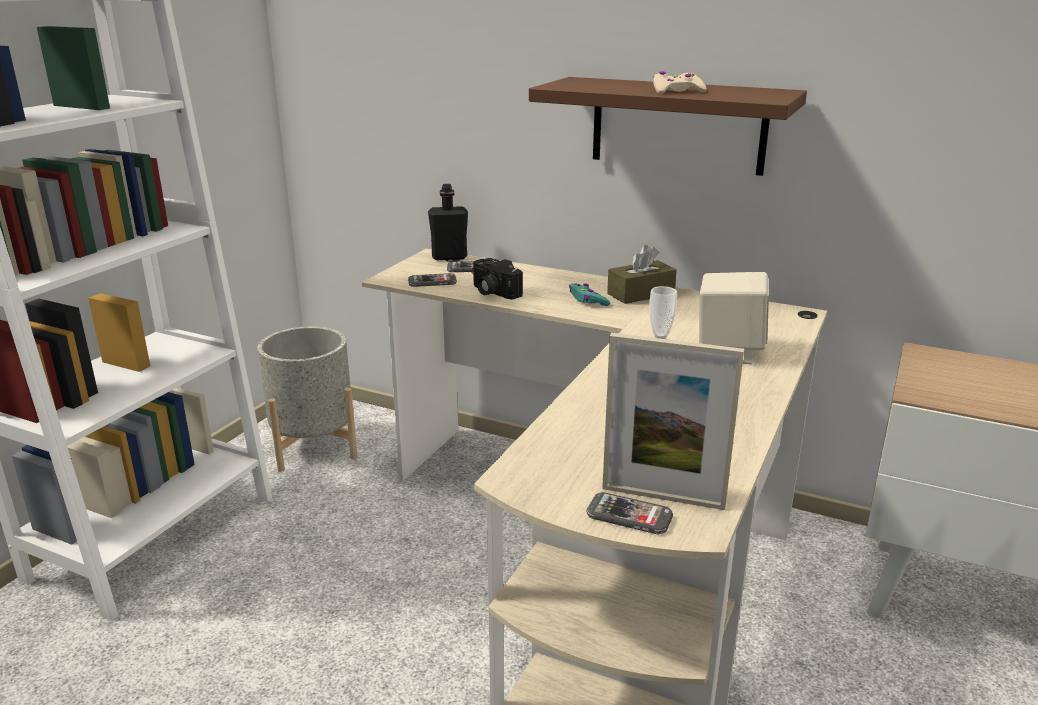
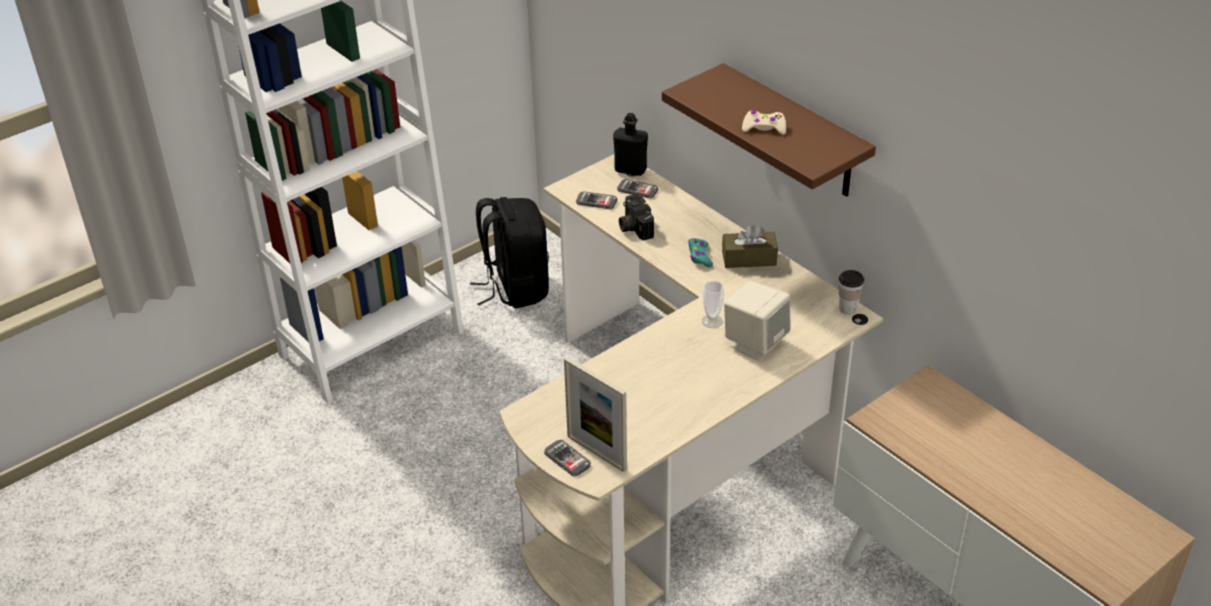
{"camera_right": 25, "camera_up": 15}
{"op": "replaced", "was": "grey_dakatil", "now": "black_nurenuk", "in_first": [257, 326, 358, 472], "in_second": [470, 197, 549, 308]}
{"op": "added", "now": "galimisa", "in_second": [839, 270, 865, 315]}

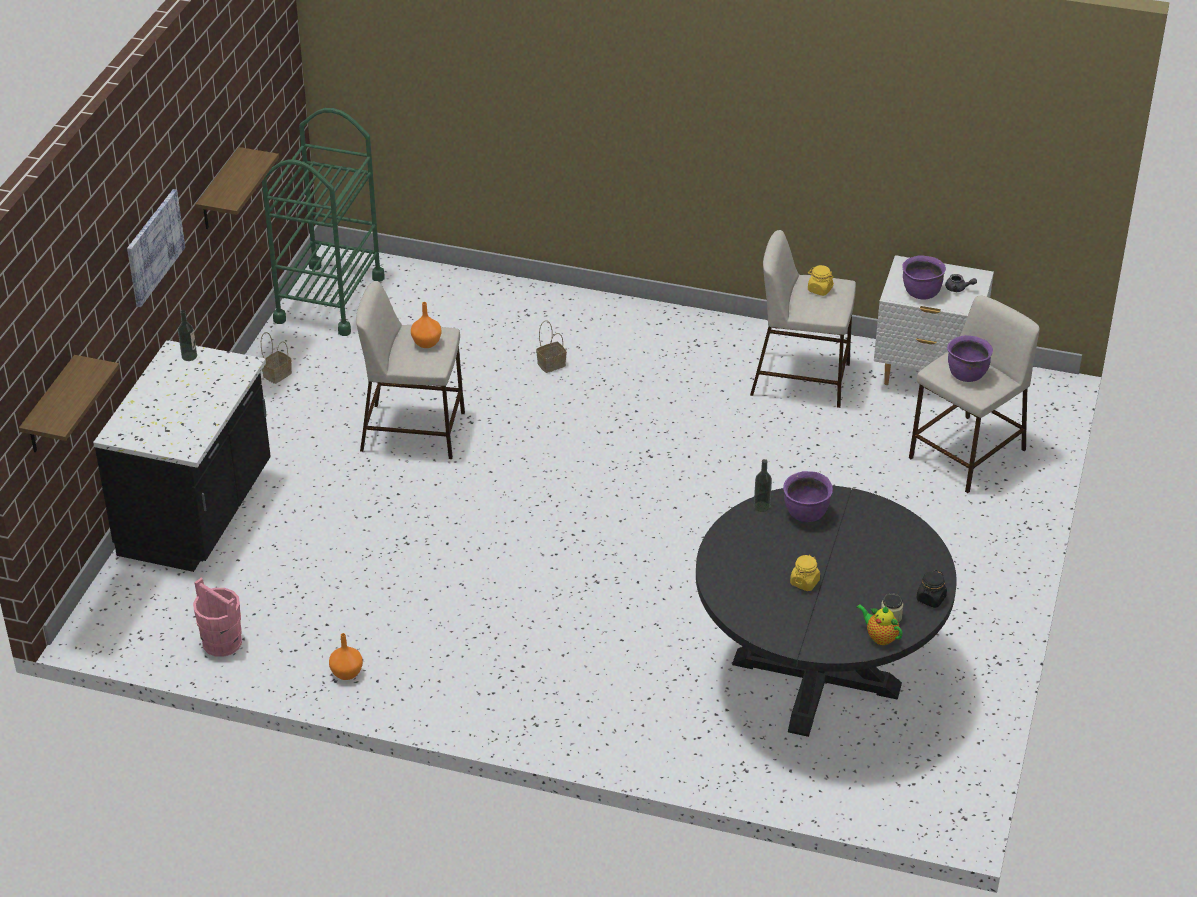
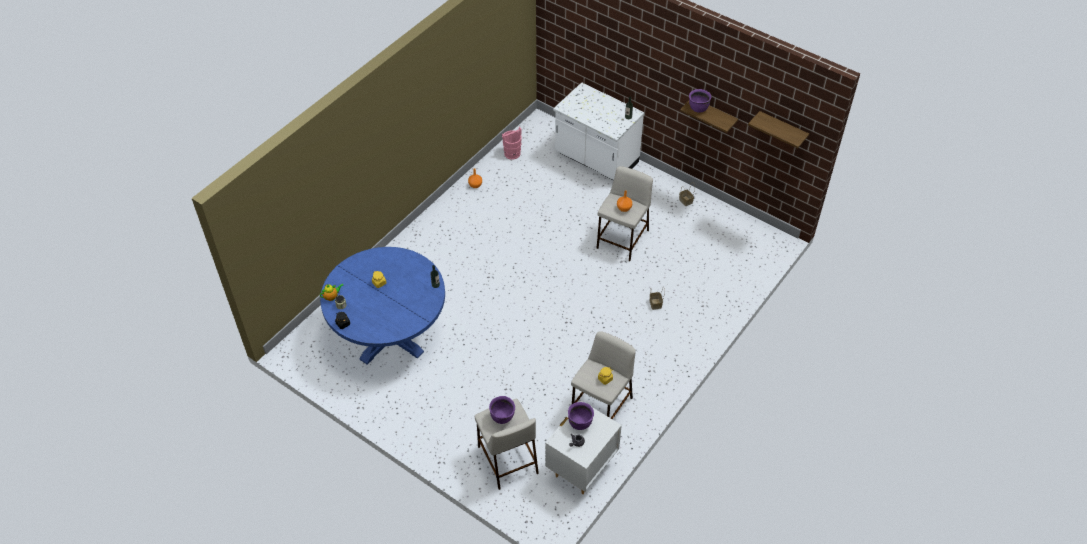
{"camera_right": 110, "camera_up": 10}
{"op": "removed", "was": "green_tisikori", "in_first": [262, 108, 385, 336]}
{"op": "removed", "was": "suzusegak", "in_first": [127, 189, 185, 307]}
{"op": "recoloured", "was": "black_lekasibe", "now": "white_lekasibe", "in_first": [93, 340, 271, 572], "in_second": [553, 82, 645, 180]}
{"op": "moved", "was": "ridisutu", "in_first": [19, 355, 120, 452], "in_second": [748, 111, 809, 148]}
{"op": "moved", "was": "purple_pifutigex", "in_first": [783, 471, 833, 522], "in_second": [689, 89, 711, 113]}
{"op": "recoloured", "was": "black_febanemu", "now": "blue_febanemu", "in_first": [696, 486, 957, 737], "in_second": [320, 247, 445, 365]}

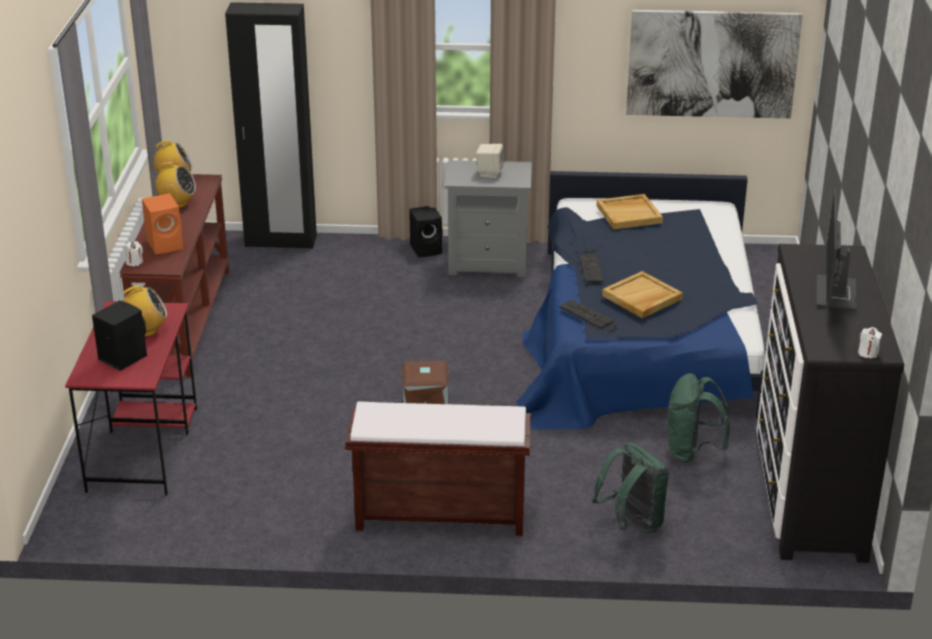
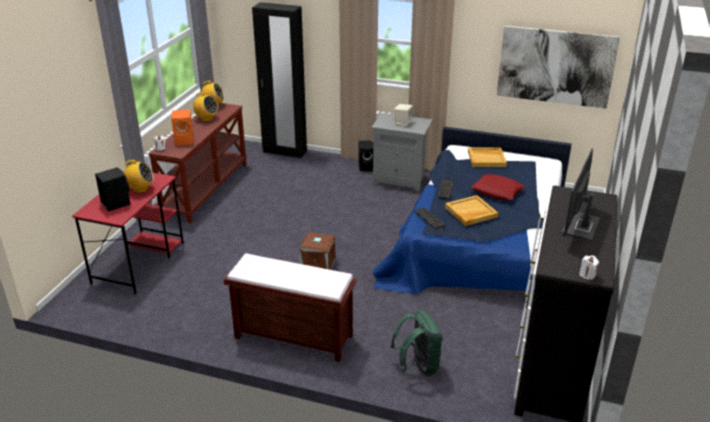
{"camera_right": 15, "camera_up": 0}
{"op": "removed", "was": "green_nurenuk", "in_first": [668, 373, 730, 463]}
{"op": "added", "now": "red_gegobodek", "in_second": [471, 174, 525, 200]}

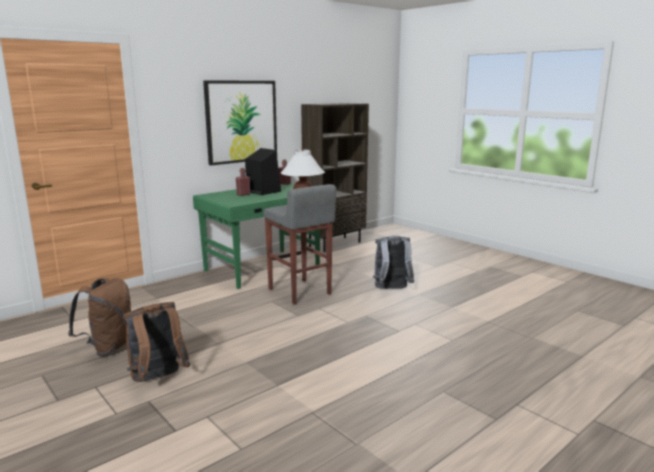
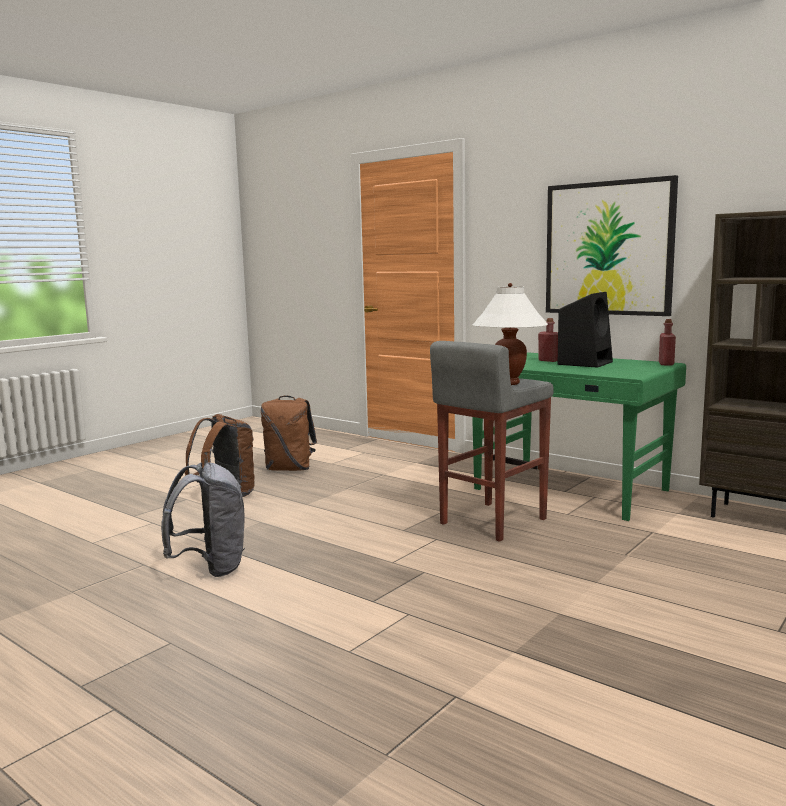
{"camera_right": 80, "camera_up": -5}
{"op": "moved", "was": "grey_nurenuk", "in_first": [373, 236, 414, 289], "in_second": [161, 462, 245, 577]}

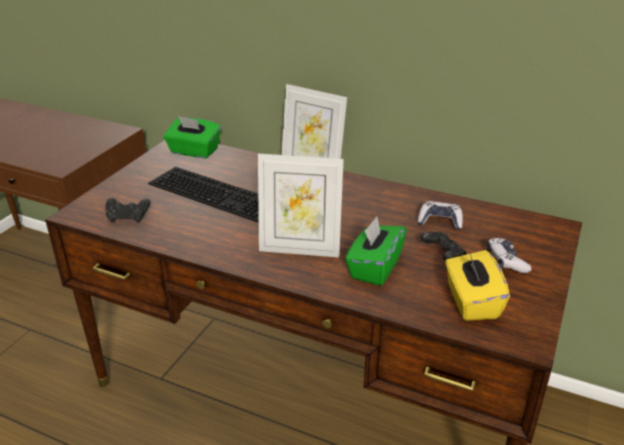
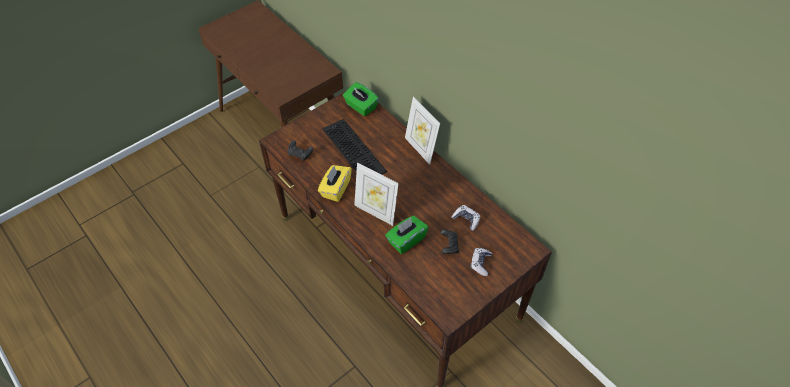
{"camera_right": 25, "camera_up": 20}
{"op": "moved", "was": "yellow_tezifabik", "in_first": [445, 248, 510, 321], "in_second": [318, 165, 352, 202]}

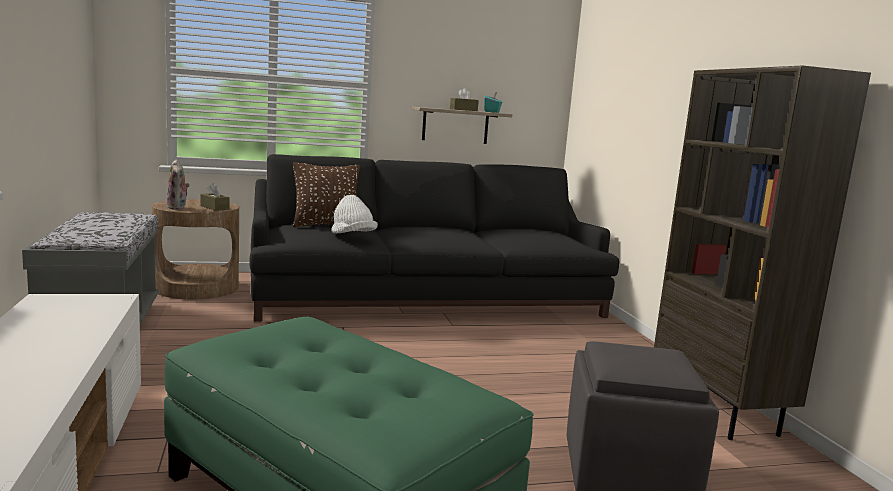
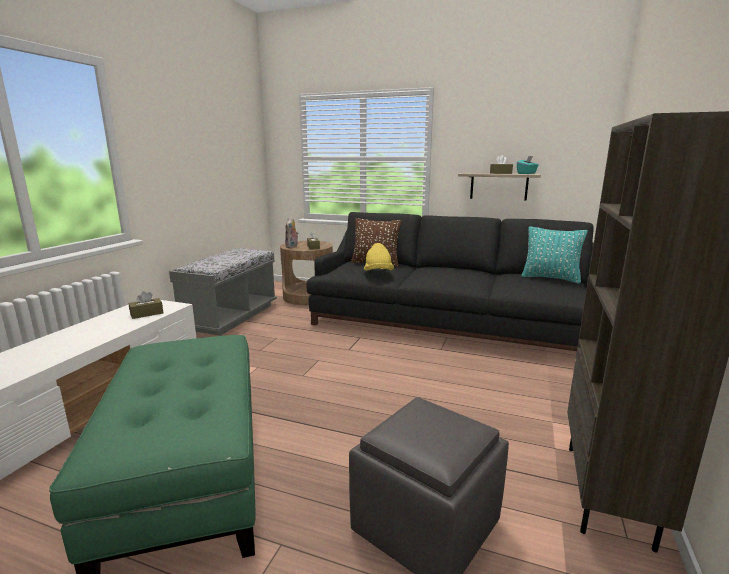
{"camera_right": 35, "camera_up": 5}
{"op": "recoloured", "was": "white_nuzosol", "now": "yellow_nuzosol", "in_first": [331, 195, 378, 233], "in_second": [364, 243, 394, 271]}
{"op": "added", "now": "turquoise_gegobodek", "in_second": [521, 226, 587, 283]}
{"op": "added", "now": "brown_tezifabik", "in_second": [128, 291, 163, 319]}

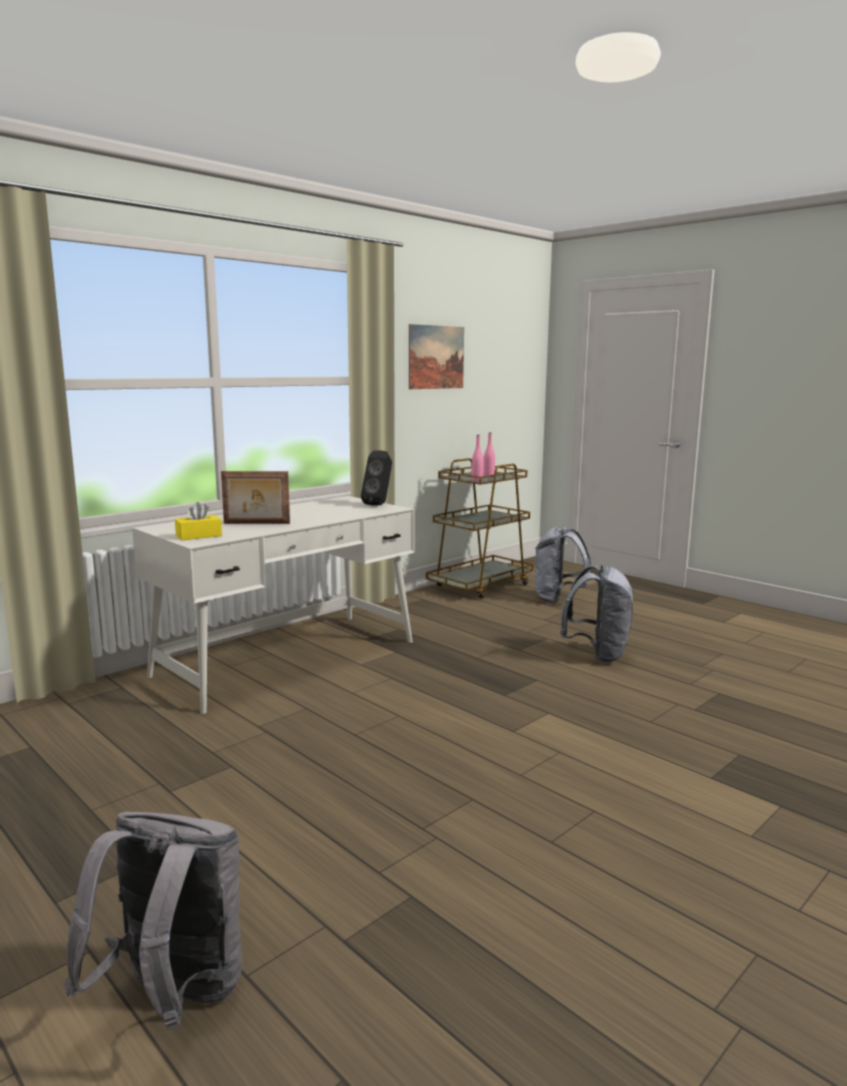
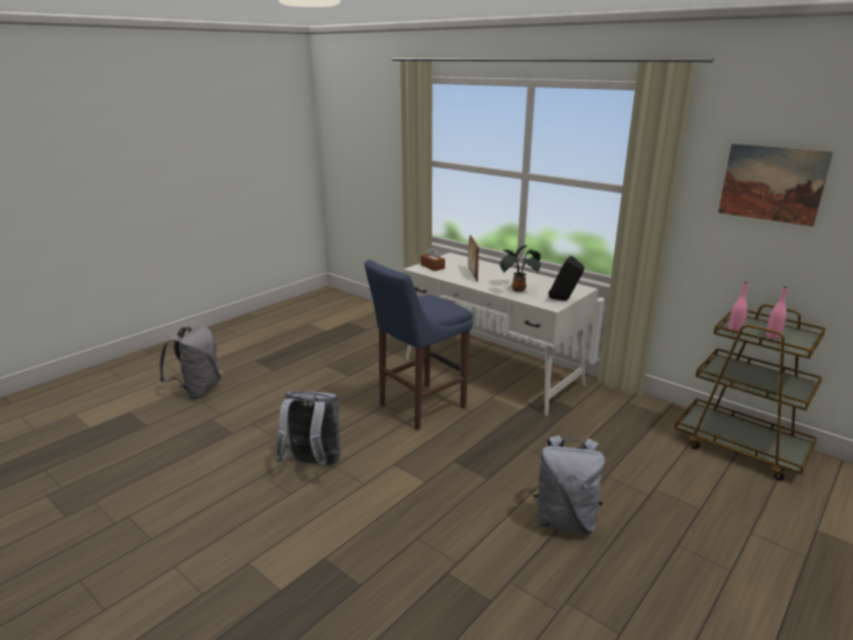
{"camera_right": 85, "camera_up": 10}
{"op": "recoloured", "was": "yellow_tezifabik", "now": "brown_tezifabik", "in_first": [175, 502, 222, 540], "in_second": [421, 247, 445, 271]}
{"op": "moved", "was": "grey_nurenuk", "in_first": [535, 526, 591, 603], "in_second": [276, 392, 340, 469]}
{"op": "added", "now": "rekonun", "in_second": [500, 245, 541, 292]}
{"op": "added", "now": "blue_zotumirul", "in_second": [364, 260, 473, 430]}

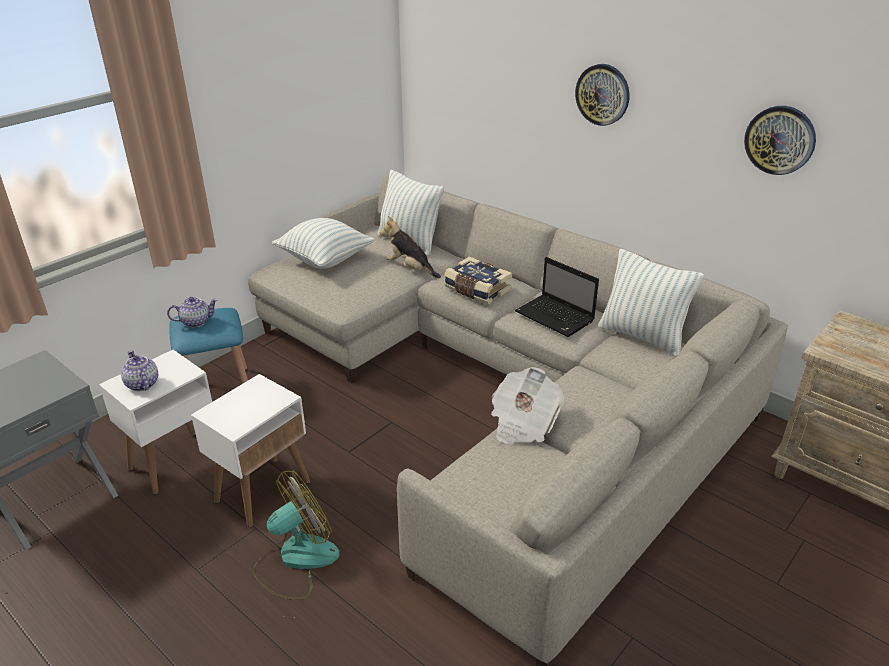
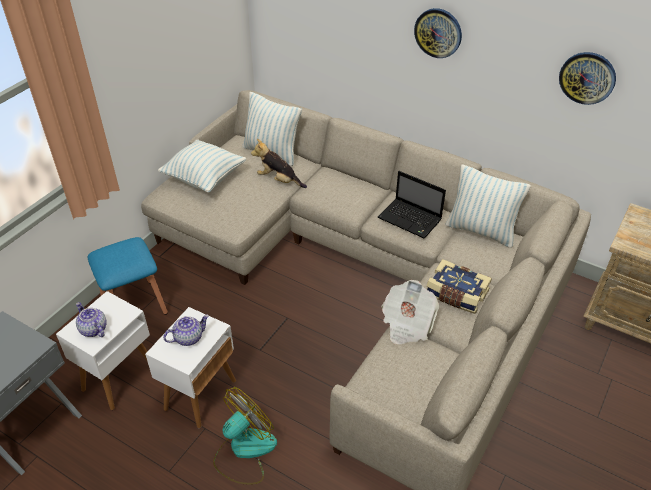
{"camera_right": -10, "camera_up": 10}
{"op": "moved", "was": "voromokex", "in_first": [444, 257, 512, 305], "in_second": [427, 259, 492, 314]}
{"op": "moved", "was": "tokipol", "in_first": [167, 297, 218, 328], "in_second": [163, 314, 209, 346]}

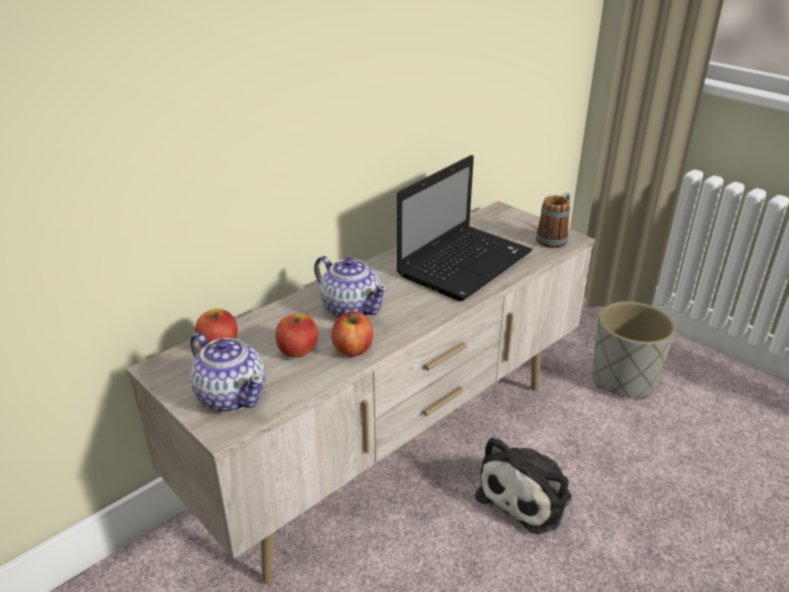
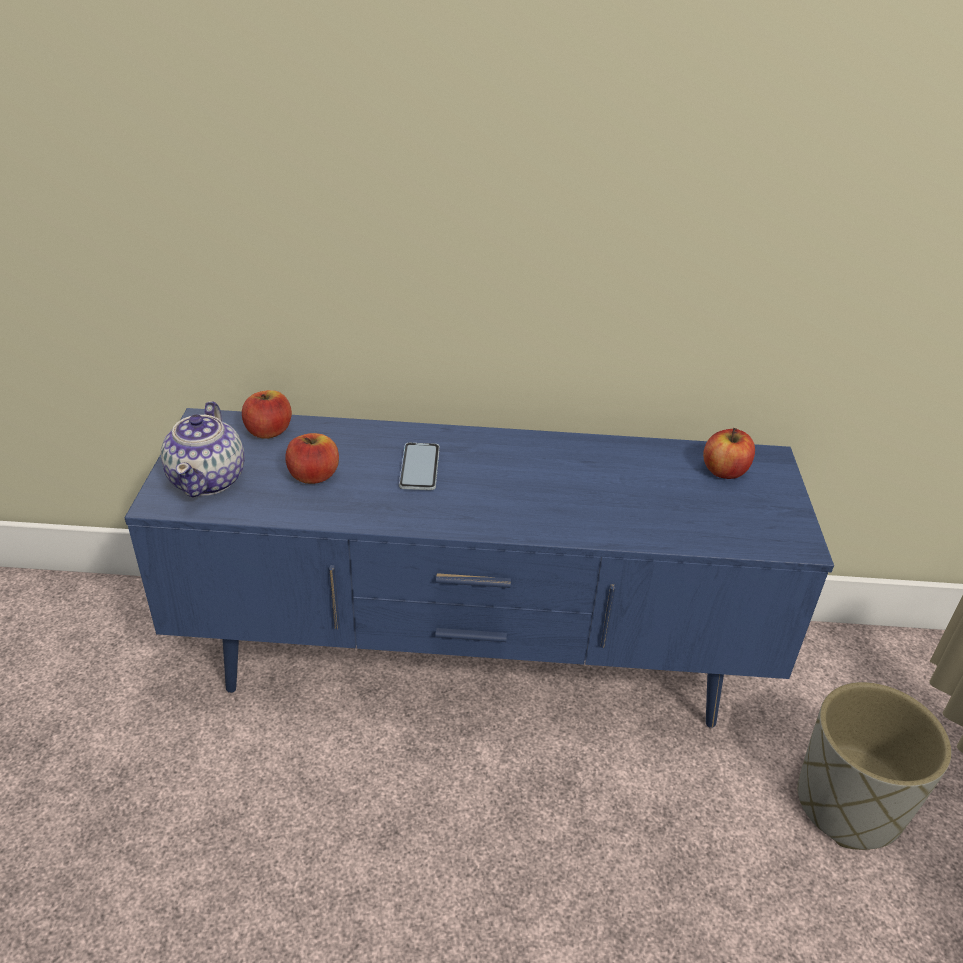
{"camera_right": 45, "camera_up": 5}
{"op": "removed", "was": "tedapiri", "in_first": [396, 155, 533, 301]}
{"op": "removed", "was": "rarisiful", "in_first": [536, 192, 570, 248]}
{"op": "recoloured", "was": "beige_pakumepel", "now": "blue_pakumepel", "in_first": [126, 201, 595, 584], "in_second": [124, 408, 834, 728]}
{"op": "replaced", "was": "tokipol", "now": "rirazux", "in_first": [314, 256, 389, 318], "in_second": [399, 443, 440, 490]}
{"op": "moved", "was": "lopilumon", "in_first": [331, 312, 373, 357], "in_second": [703, 428, 755, 479]}
{"op": "removed", "was": "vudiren", "in_first": [475, 437, 572, 534]}

